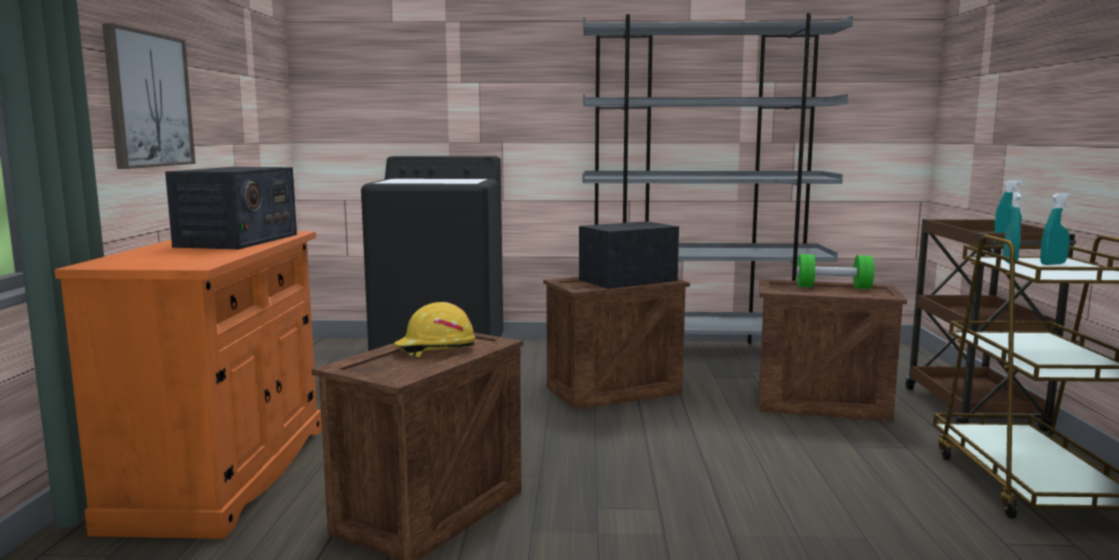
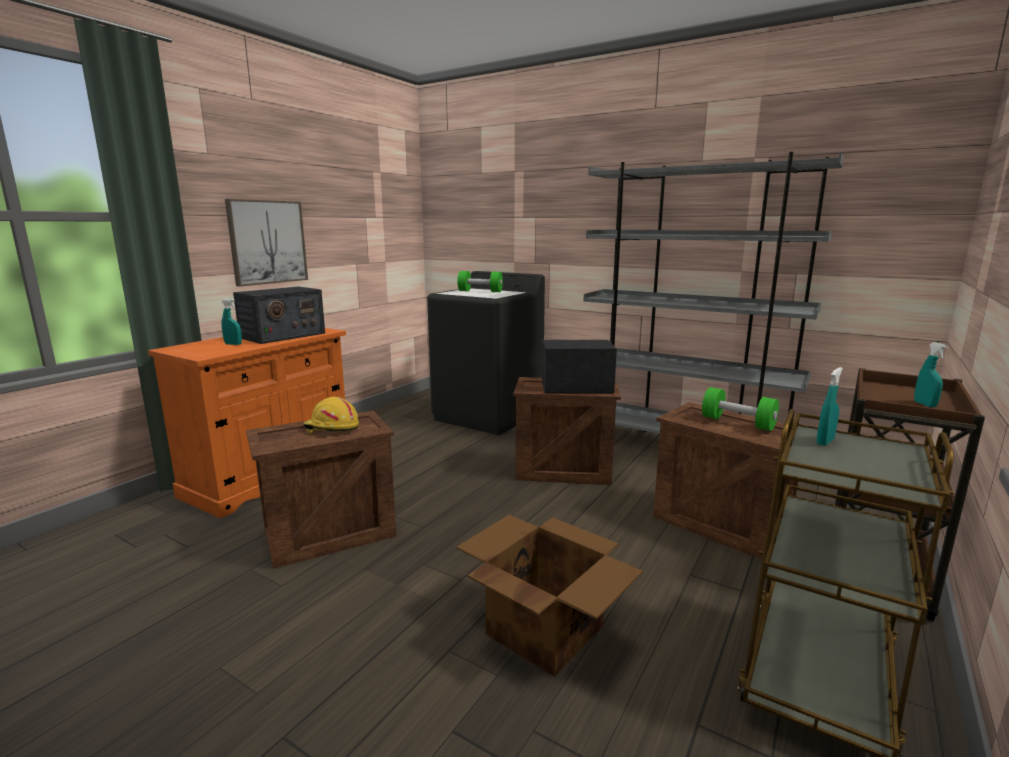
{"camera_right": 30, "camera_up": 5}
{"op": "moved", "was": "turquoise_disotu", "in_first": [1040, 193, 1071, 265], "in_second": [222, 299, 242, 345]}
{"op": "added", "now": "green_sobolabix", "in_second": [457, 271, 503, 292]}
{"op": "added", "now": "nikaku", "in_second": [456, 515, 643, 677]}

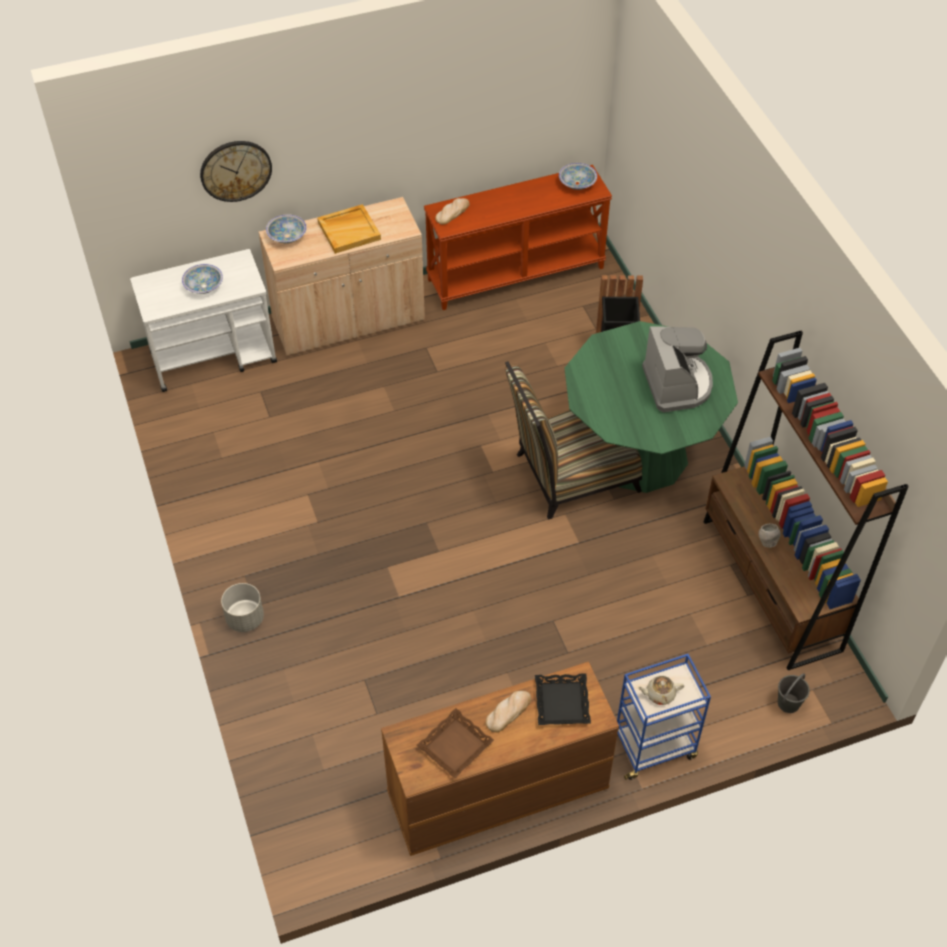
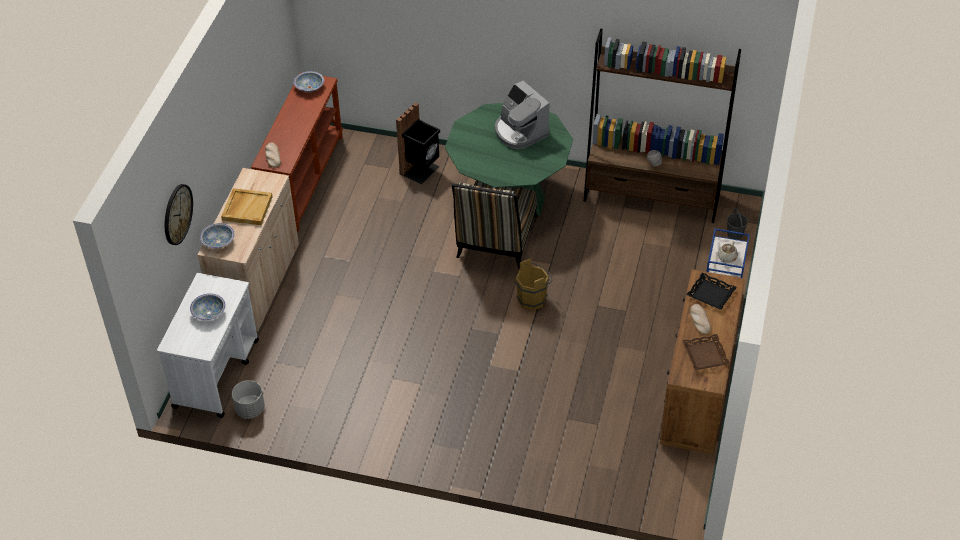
{"camera_right": -55, "camera_up": -5}
{"op": "turned", "was": "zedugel", "in_first": [642, 326, 713, 413], "in_second": [495, 81, 549, 149], "clockwise": -150}
{"op": "moved", "was": "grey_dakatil", "in_first": [221, 583, 264, 632], "in_second": [232, 380, 265, 419]}
{"op": "added", "now": "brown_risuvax", "in_second": [515, 259, 552, 311]}

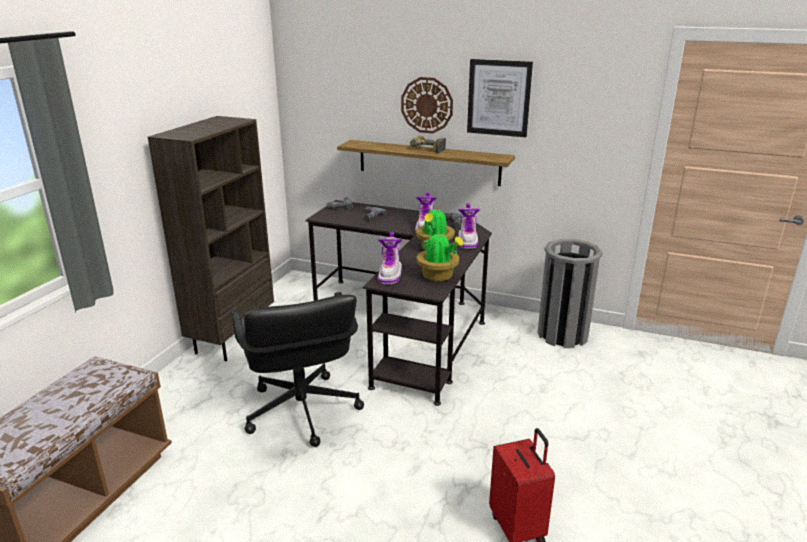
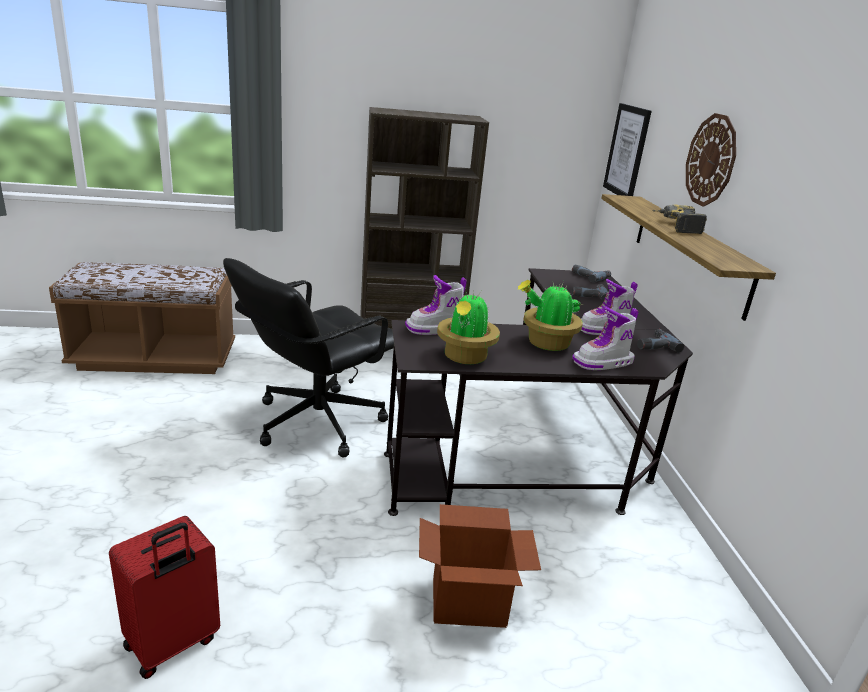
{"camera_right": 60, "camera_up": 0}
{"op": "moved", "was": "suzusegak", "in_first": [467, 59, 533, 137], "in_second": [603, 103, 652, 196]}
{"op": "removed", "was": "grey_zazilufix", "in_first": [538, 239, 603, 348]}
{"op": "added", "now": "nikaku", "in_second": [419, 504, 541, 628]}

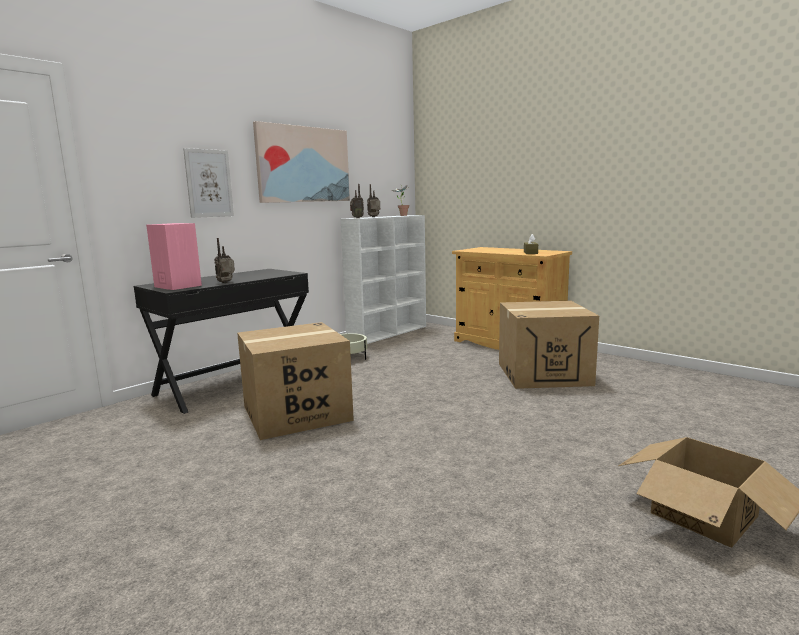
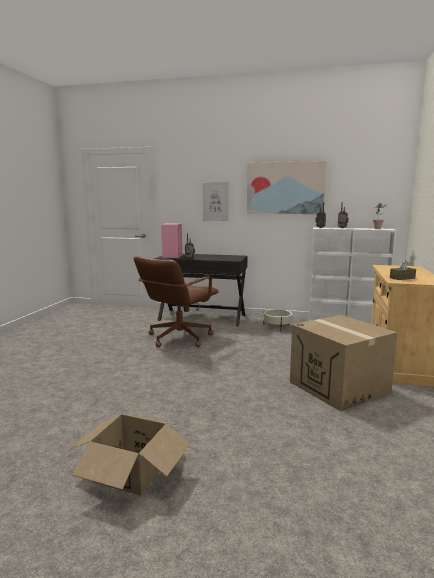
{"camera_right": 60, "camera_up": 0}
{"op": "replaced", "was": "nikaku", "now": "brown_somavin", "in_first": [237, 322, 354, 440], "in_second": [133, 256, 219, 347]}

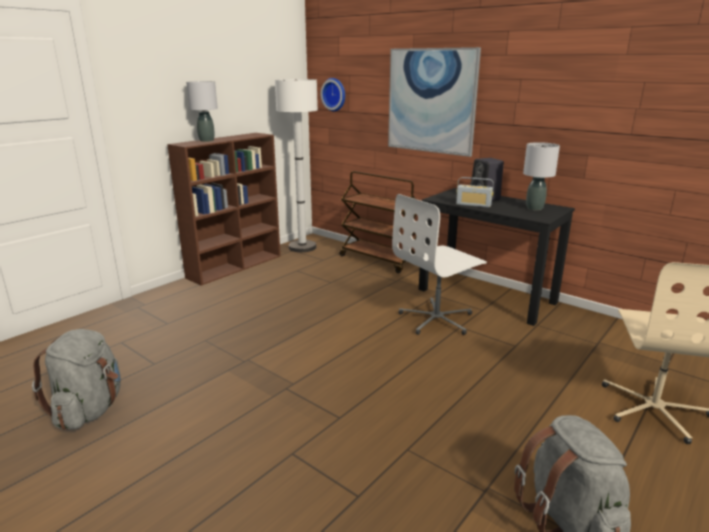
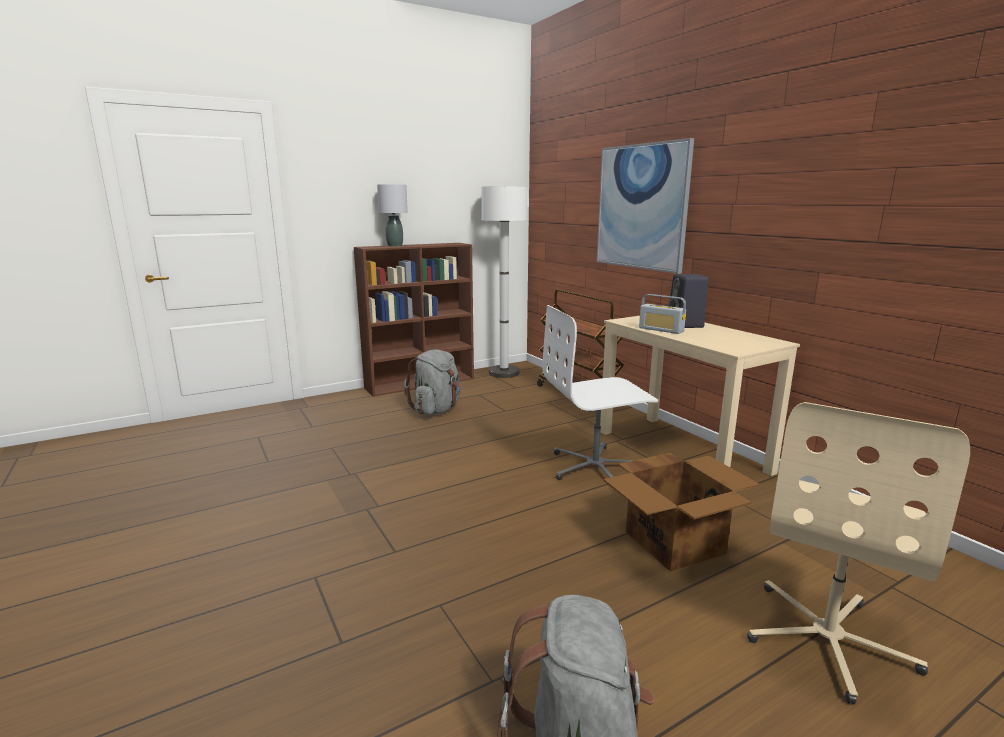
{"camera_right": 20, "camera_up": -5}
{"op": "removed", "was": "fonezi", "in_first": [321, 78, 345, 111]}
{"op": "removed", "was": "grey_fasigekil", "in_first": [523, 142, 560, 210]}
{"op": "recoloured", "was": "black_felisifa", "now": "beige_felisifa", "in_first": [419, 188, 575, 326], "in_second": [600, 316, 800, 476]}
{"op": "moved", "was": "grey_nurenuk", "in_first": [32, 329, 121, 430], "in_second": [404, 350, 460, 415]}
{"op": "added", "now": "nikaku", "in_second": [603, 453, 760, 571]}

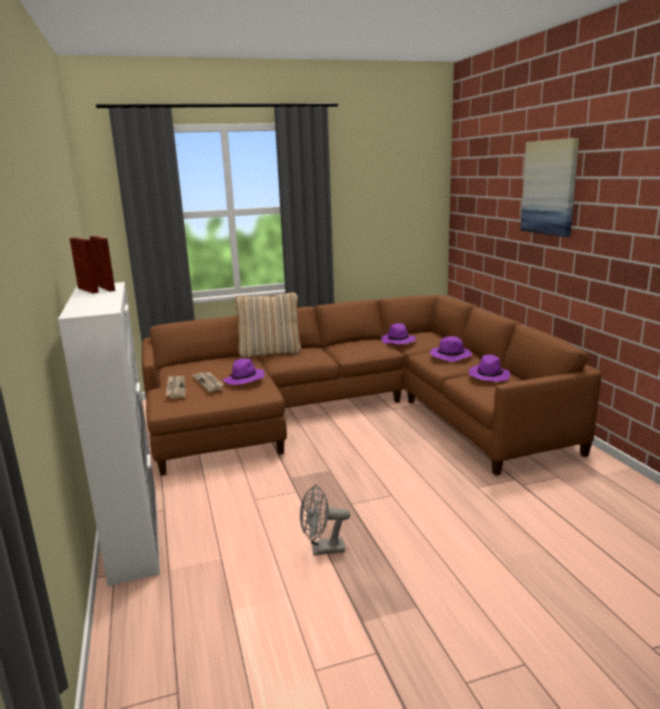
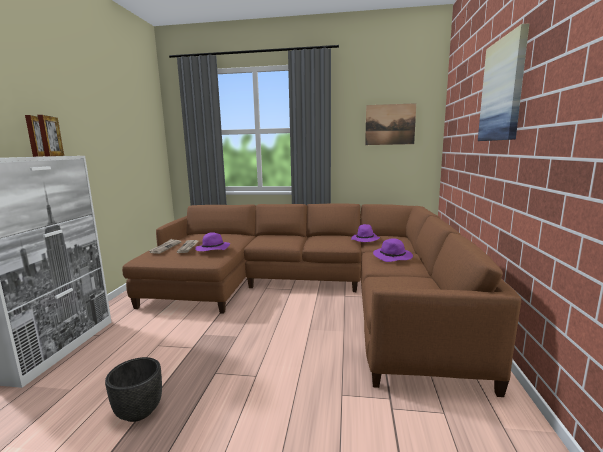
{"camera_right": 25, "camera_up": -5}
{"op": "removed", "was": "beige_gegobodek", "in_first": [235, 292, 301, 358]}
{"op": "removed", "was": "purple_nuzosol", "in_first": [469, 355, 510, 382]}
{"op": "replaced", "was": "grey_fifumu", "now": "black_dakatil", "in_first": [300, 484, 351, 556], "in_second": [105, 357, 162, 422]}
{"op": "added", "now": "suzusegak", "in_second": [365, 103, 416, 145]}

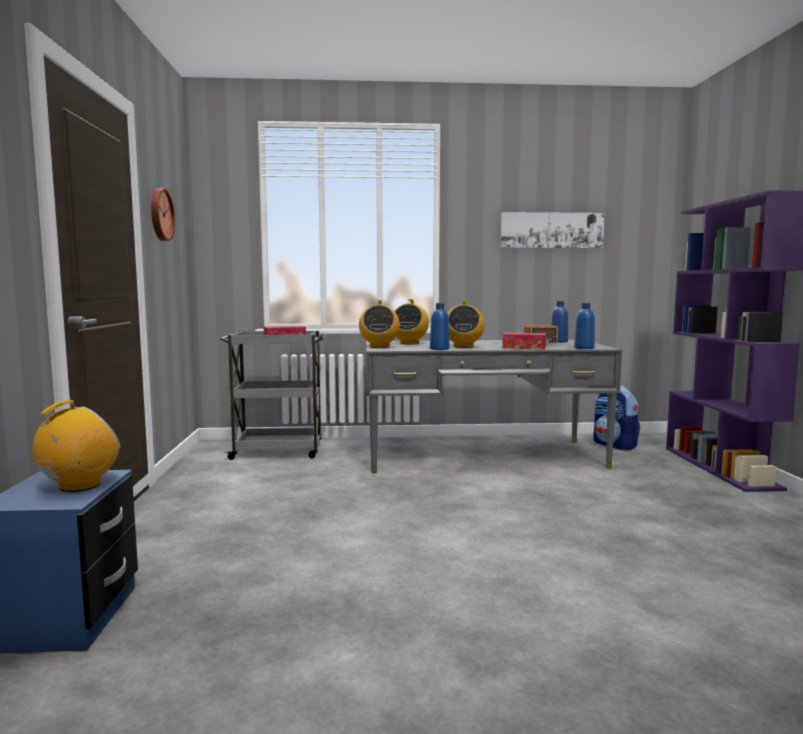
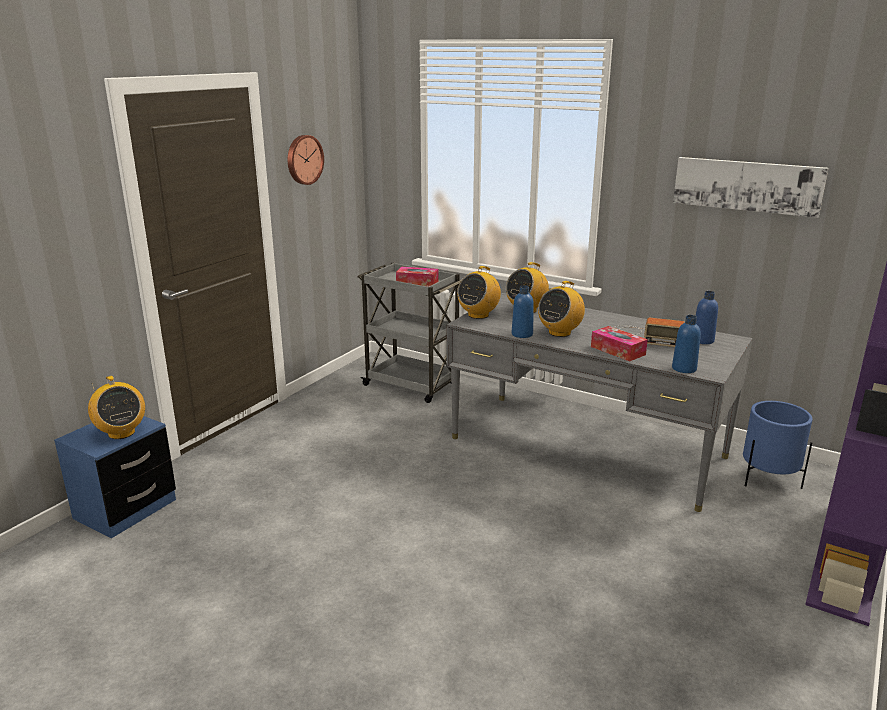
{"camera_right": 35, "camera_up": 15}
{"op": "replaced", "was": "nurenuk", "now": "blue_dakatil", "in_first": [593, 385, 640, 450], "in_second": [743, 401, 812, 489]}
{"op": "turned", "was": "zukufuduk", "in_first": [32, 400, 120, 492], "in_second": [88, 376, 145, 439], "clockwise": 75}

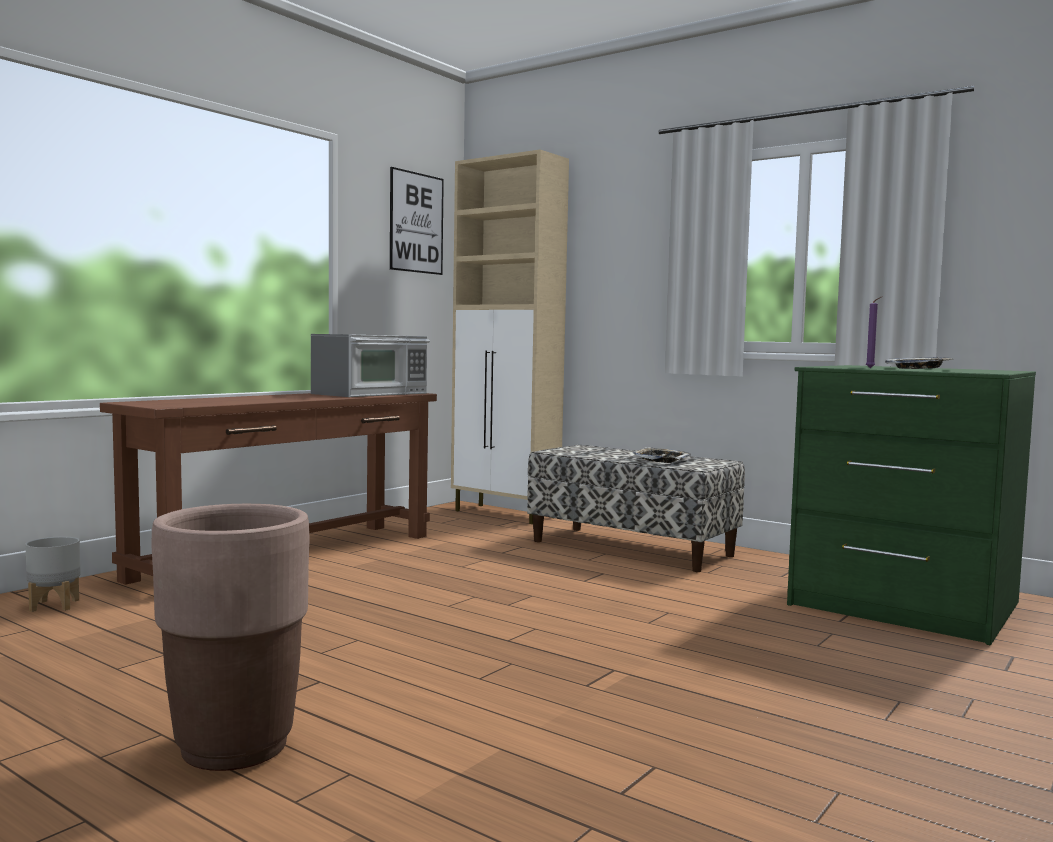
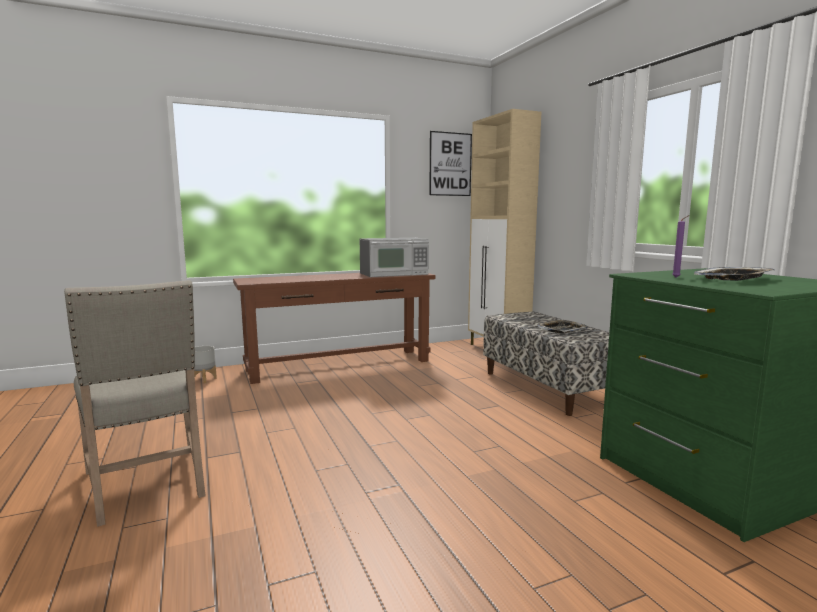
{"camera_right": 30, "camera_up": 5}
{"op": "replaced", "was": "brown_dakatil", "now": "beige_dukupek", "in_first": [151, 504, 310, 771], "in_second": [64, 280, 206, 527]}

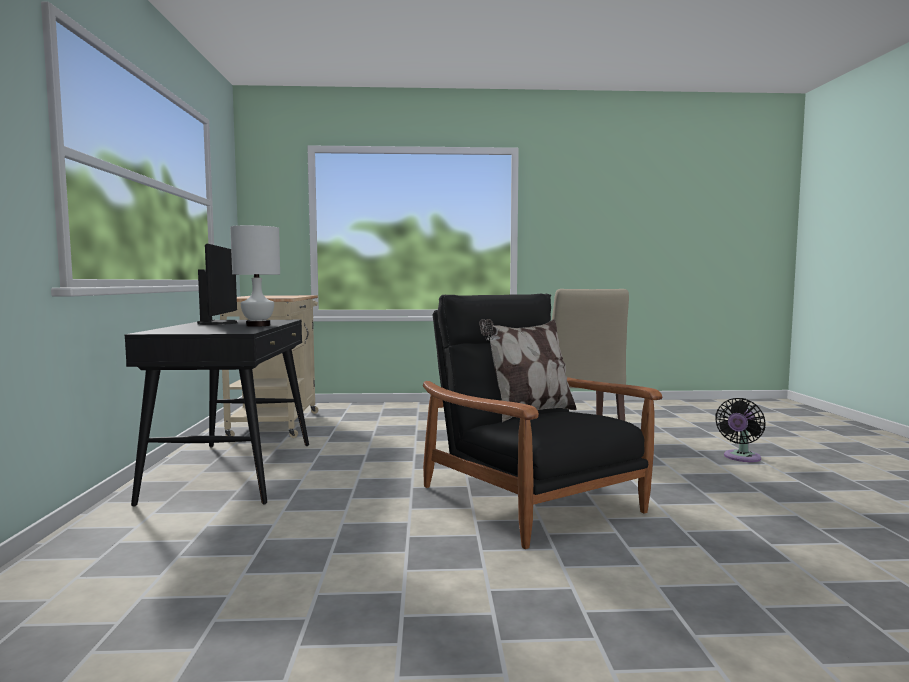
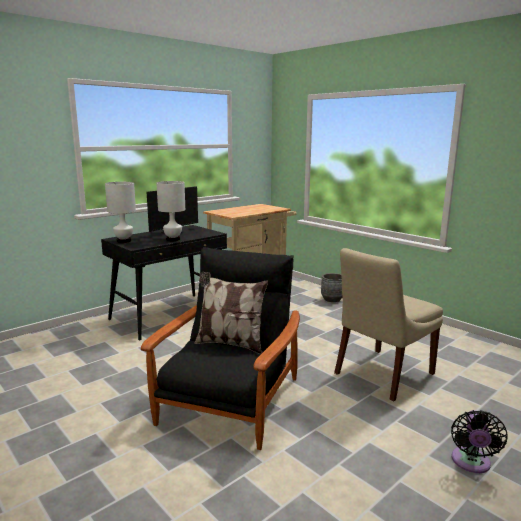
{"camera_right": 50, "camera_up": 10}
{"op": "turned", "was": "black_fifumu", "in_first": [715, 398, 765, 462], "in_second": [451, 410, 508, 473], "clockwise": -75}
{"op": "added", "now": "white_fasigekil", "in_second": [105, 182, 136, 243]}
{"op": "added", "now": "grey_dakatil", "in_second": [321, 273, 342, 302]}

